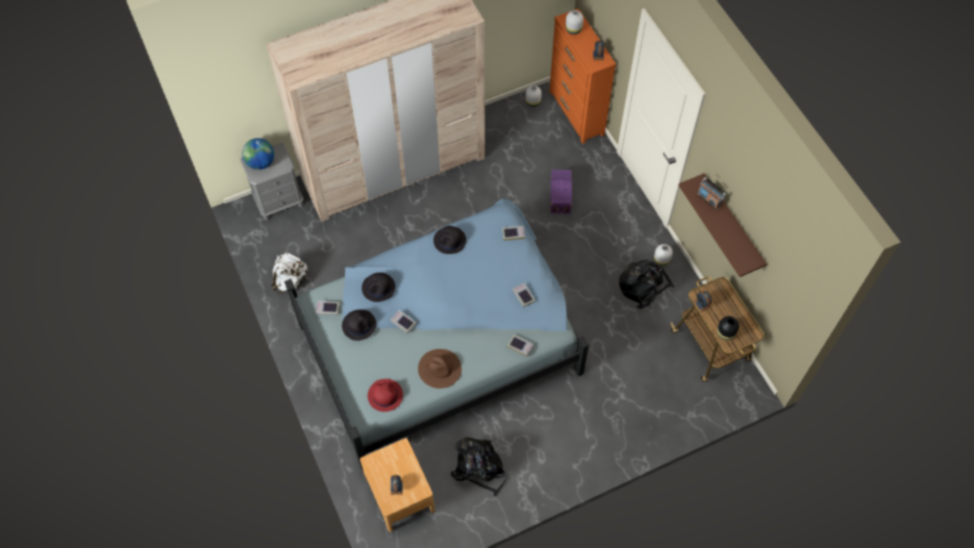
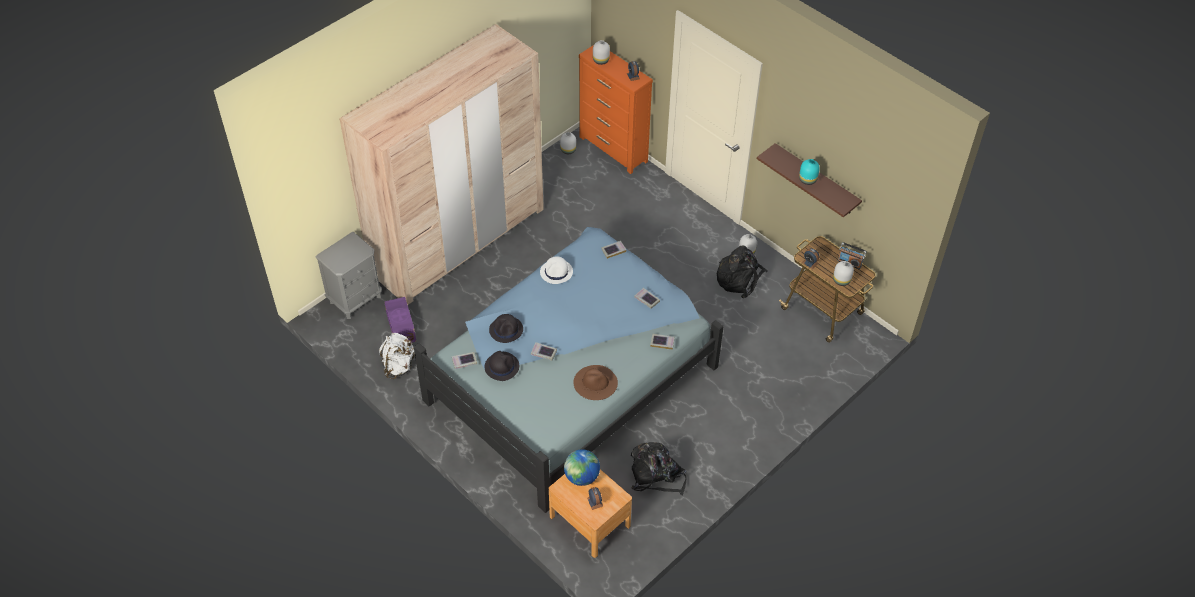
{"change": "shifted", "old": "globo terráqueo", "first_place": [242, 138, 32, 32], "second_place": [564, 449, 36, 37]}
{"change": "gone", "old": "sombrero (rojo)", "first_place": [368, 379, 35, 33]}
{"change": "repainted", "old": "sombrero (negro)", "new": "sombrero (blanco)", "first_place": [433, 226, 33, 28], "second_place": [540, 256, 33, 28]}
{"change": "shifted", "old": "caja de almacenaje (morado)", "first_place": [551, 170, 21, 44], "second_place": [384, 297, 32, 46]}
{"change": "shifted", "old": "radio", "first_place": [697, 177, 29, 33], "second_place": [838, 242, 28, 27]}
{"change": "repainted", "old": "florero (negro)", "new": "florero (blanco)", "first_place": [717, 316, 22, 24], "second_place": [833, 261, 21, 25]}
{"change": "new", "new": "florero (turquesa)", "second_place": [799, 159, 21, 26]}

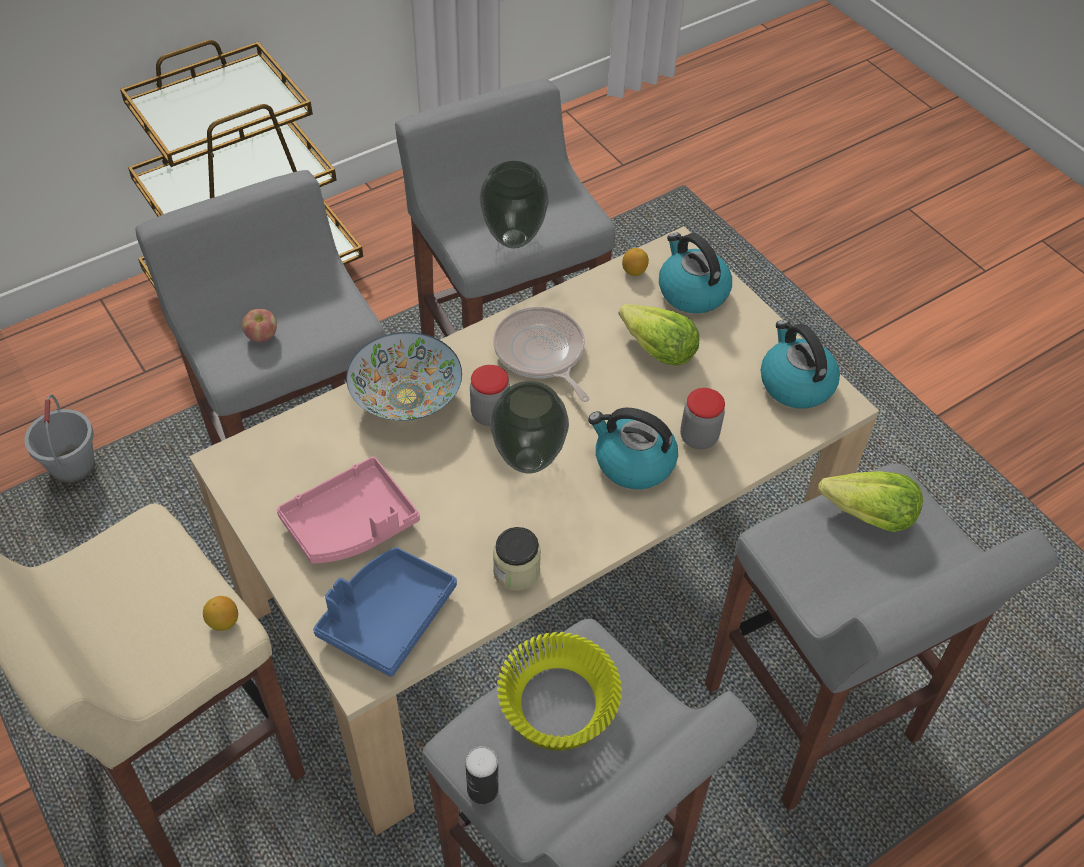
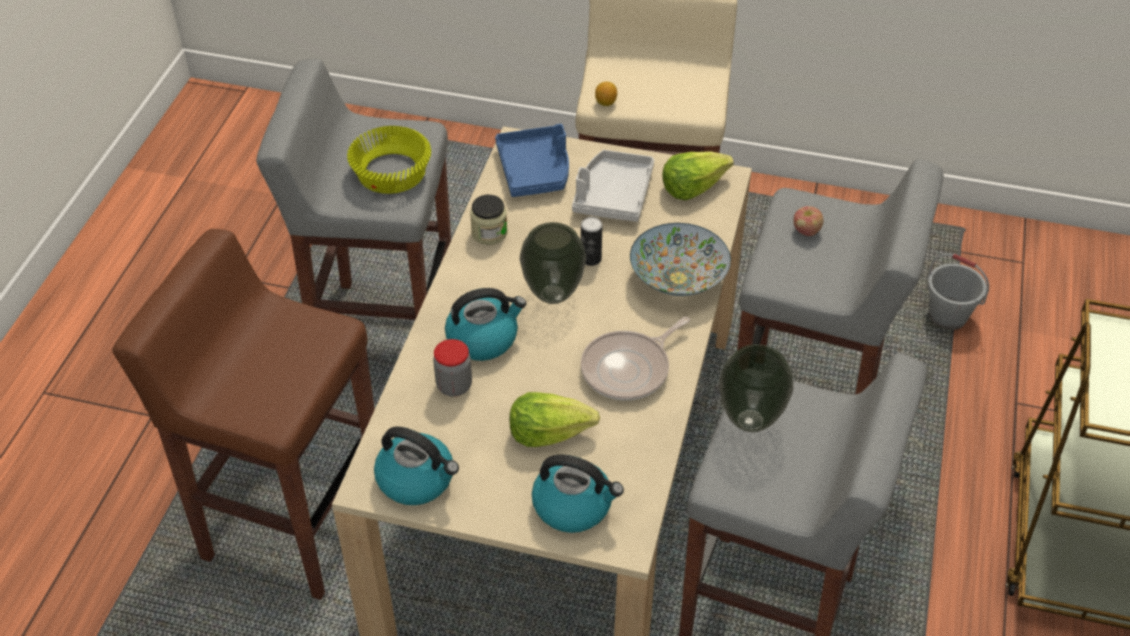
{"change": "repainted", "old": "bandeja (rosa)", "new": "bandeja (gris)", "first_place": [276, 456, 144, 108], "second_place": [572, 150, 82, 72]}
{"change": "shifted", "old": "lata", "first_place": [465, 746, 33, 58], "second_place": [581, 217, 21, 49]}
{"change": "gone", "old": "tarro", "first_place": [470, 365, 40, 61]}
{"change": "rotated", "old": "sartén", "first_place": [493, 307, 96, 95], "second_place": [581, 316, 109, 85], "degrees": 120}
{"change": "gone", "old": "limón", "first_place": [622, 248, 27, 28]}
{"change": "repainted", "old": "taburete (gris)", "new": "taburete (marrón)", "first_place": [705, 463, 353, 348], "second_place": [113, 229, 262, 371]}
{"change": "shifted", "old": "lechuga", "first_place": [819, 471, 104, 61], "second_place": [662, 151, 72, 49]}

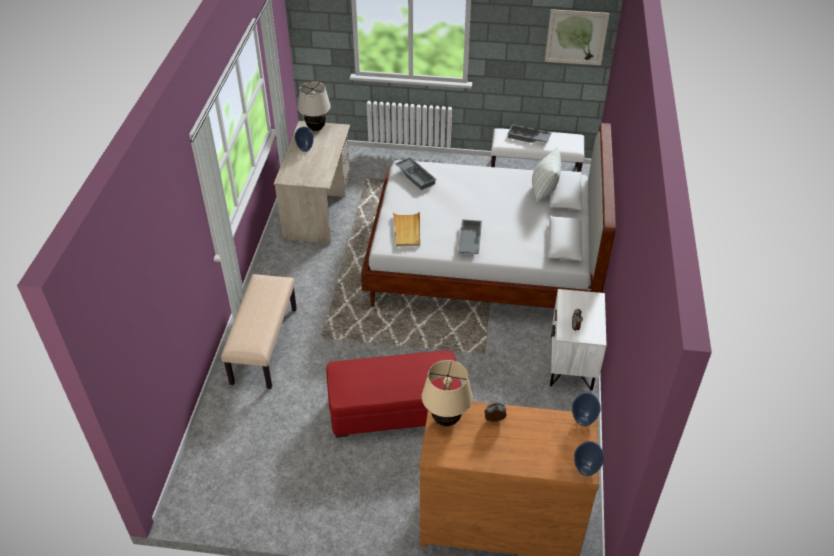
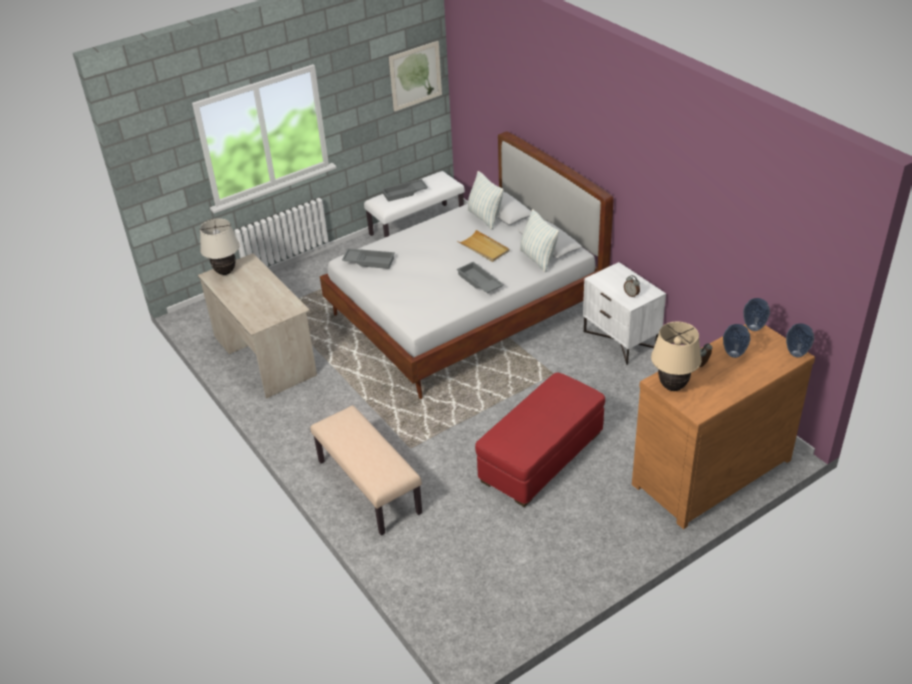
{"change": "shifted", "old": "florero", "first_place": [295, 127, 19, 25], "second_place": [723, 324, 27, 34]}
{"change": "shifted", "old": "bandeja (beis)", "first_place": [393, 211, 27, 36], "second_place": [457, 230, 53, 32]}
{"change": "new", "new": "cojín", "second_place": [519, 209, 40, 63]}

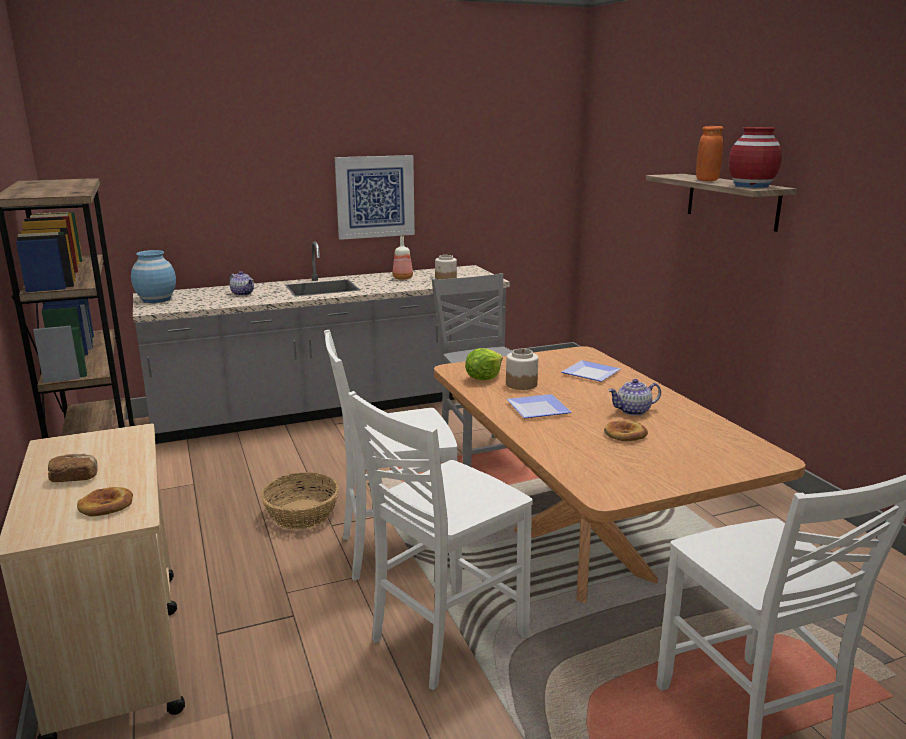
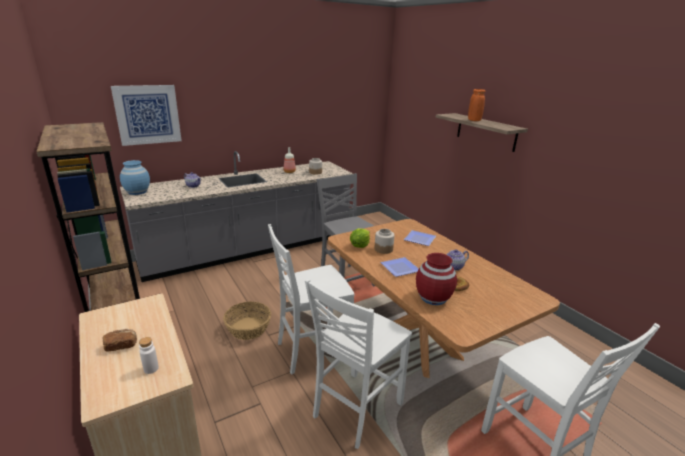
{"change": "swapped", "old": "pan", "new": "botella (blanco)", "first_place": [77, 487, 56, 30], "second_place": [139, 337, 20, 37]}
{"change": "shifted", "old": "cuadro", "first_place": [335, 155, 80, 85], "second_place": [111, 85, 71, 61]}
{"change": "shifted", "old": "florero (rojo)", "first_place": [729, 127, 53, 61], "second_place": [416, 253, 41, 52]}

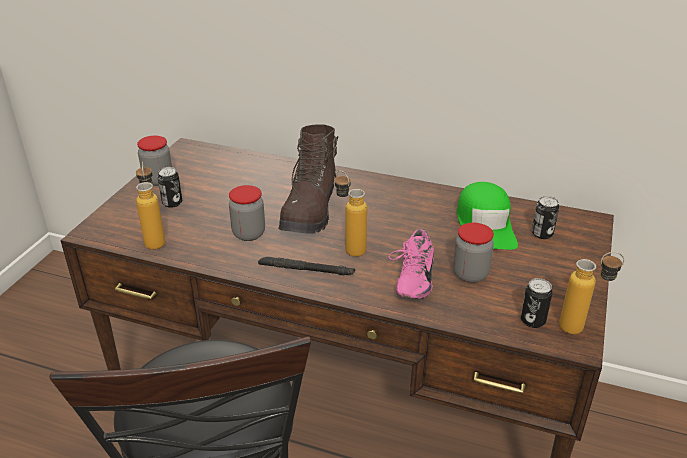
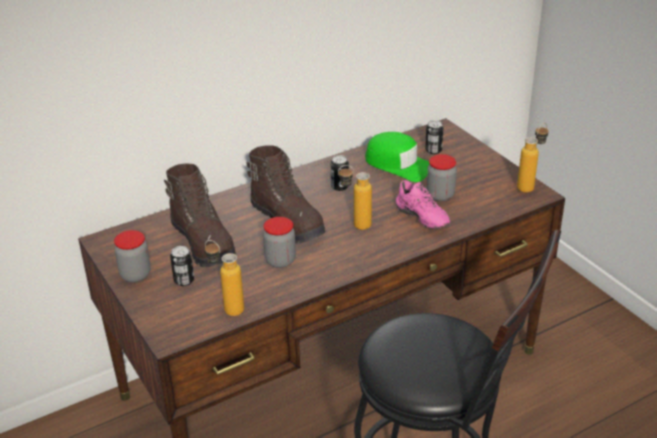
{"change": "gone", "old": "linterna (negro)", "first_place": [258, 257, 97, 18]}
{"change": "shifted", "old": "lata", "first_place": [521, 278, 32, 50], "second_place": [331, 155, 18, 36]}
{"change": "new", "new": "bota (marrón)", "second_place": [164, 163, 72, 104]}

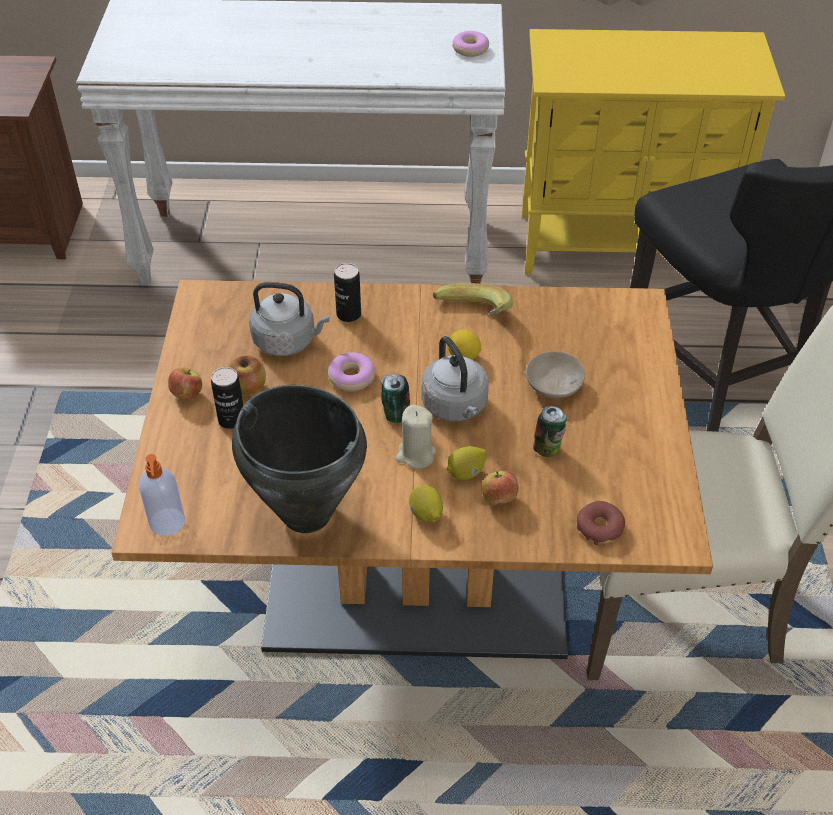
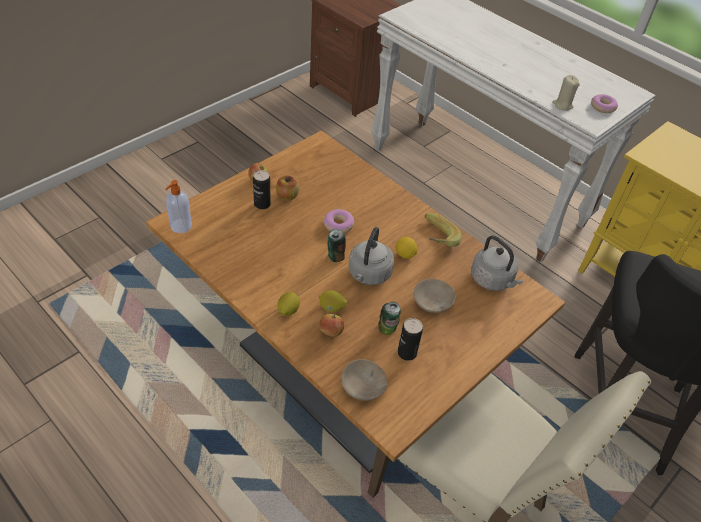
{"change": "gone", "old": "olla (negro)", "first_place": [232, 385, 135, 148]}
{"change": "shifted", "old": "hervidor (gris)", "first_place": [249, 282, 80, 74], "second_place": [471, 235, 52, 56]}
{"change": "shifted", "old": "lata", "first_place": [334, 263, 27, 59], "second_place": [398, 318, 25, 43]}
{"change": "shifted", "old": "vela (beis)", "first_place": [396, 405, 40, 64], "second_place": [552, 75, 28, 36]}
{"change": "swapped", "old": "rosquilla", "new": "cuenco (beis)", "first_place": [577, 501, 48, 44], "second_place": [341, 359, 47, 42]}

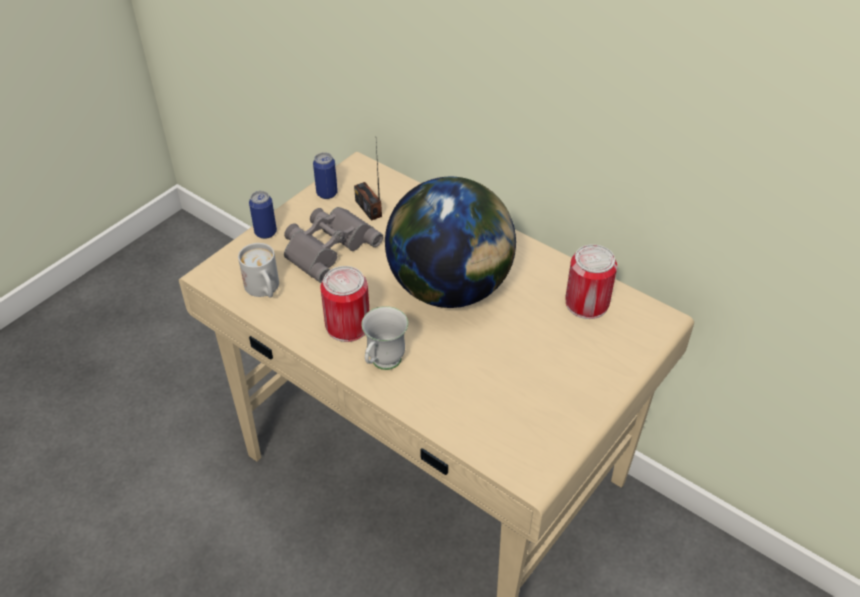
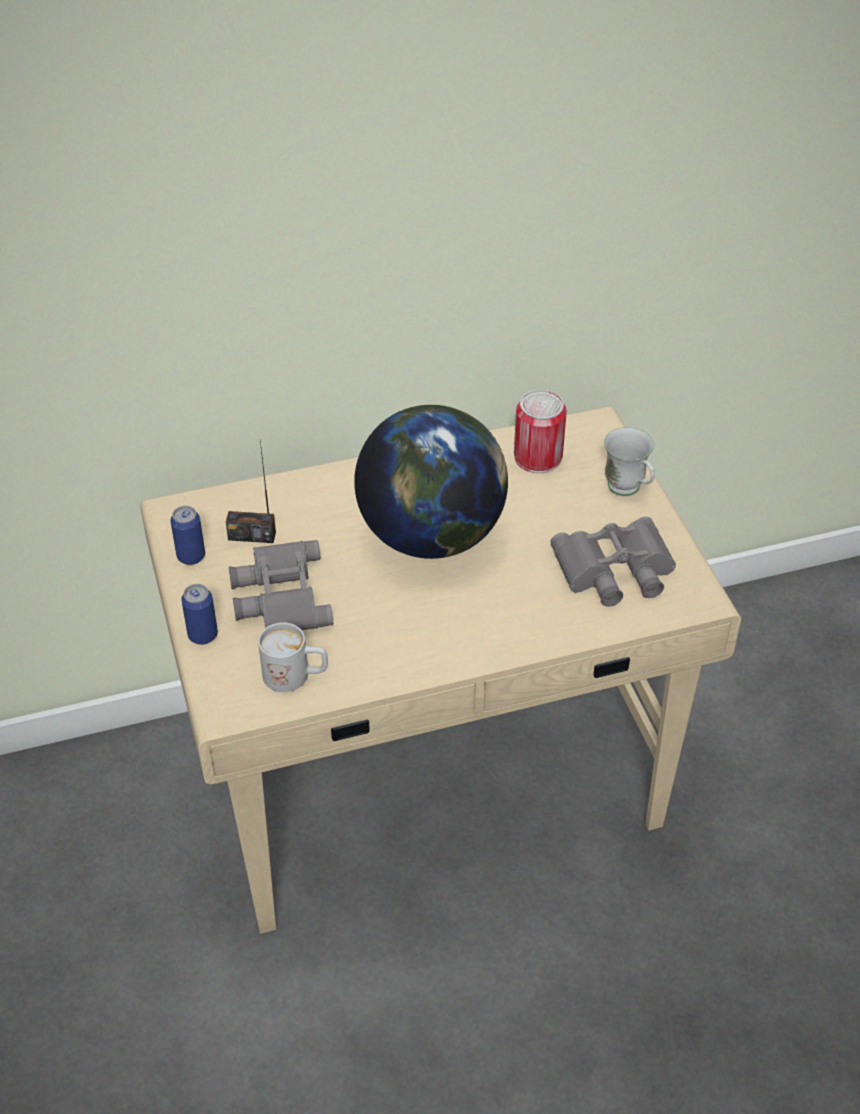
{"change": "gone", "old": "lata", "first_place": [320, 266, 50, 76]}
{"change": "shifted", "old": "taza grande (blanco)", "first_place": [361, 306, 47, 64], "second_place": [604, 427, 51, 69]}
{"change": "new", "new": "prismáticos (gris)", "second_place": [550, 517, 126, 89]}

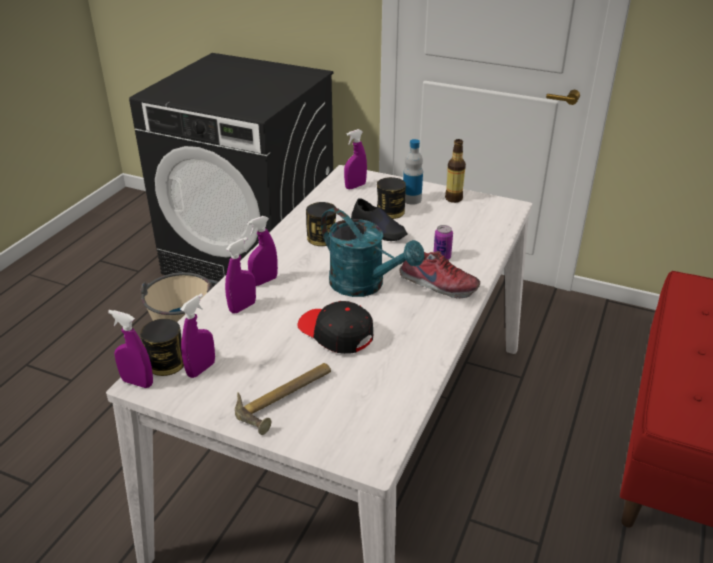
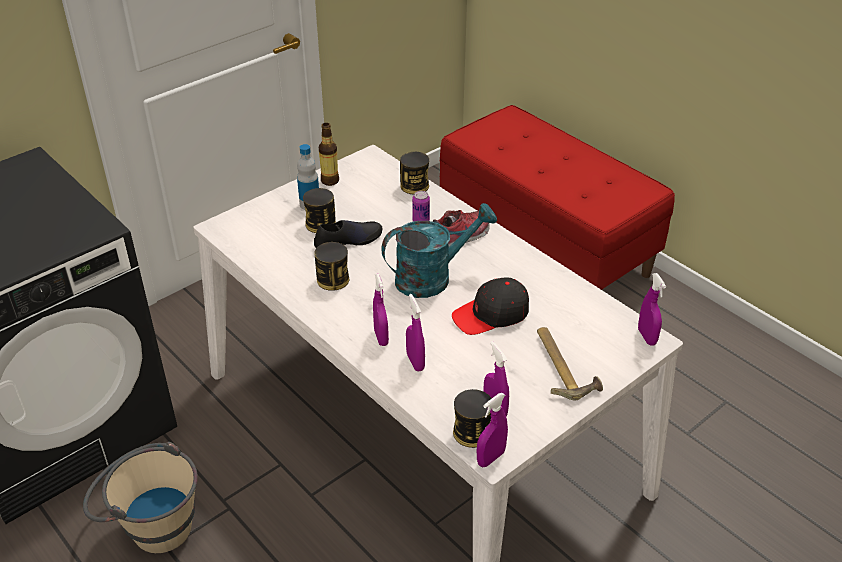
{"change": "shifted", "old": "pulverizador (morado)", "first_place": [344, 129, 23, 60], "second_place": [638, 273, 28, 73]}
{"change": "new", "new": "lata", "second_place": [400, 152, 29, 43]}

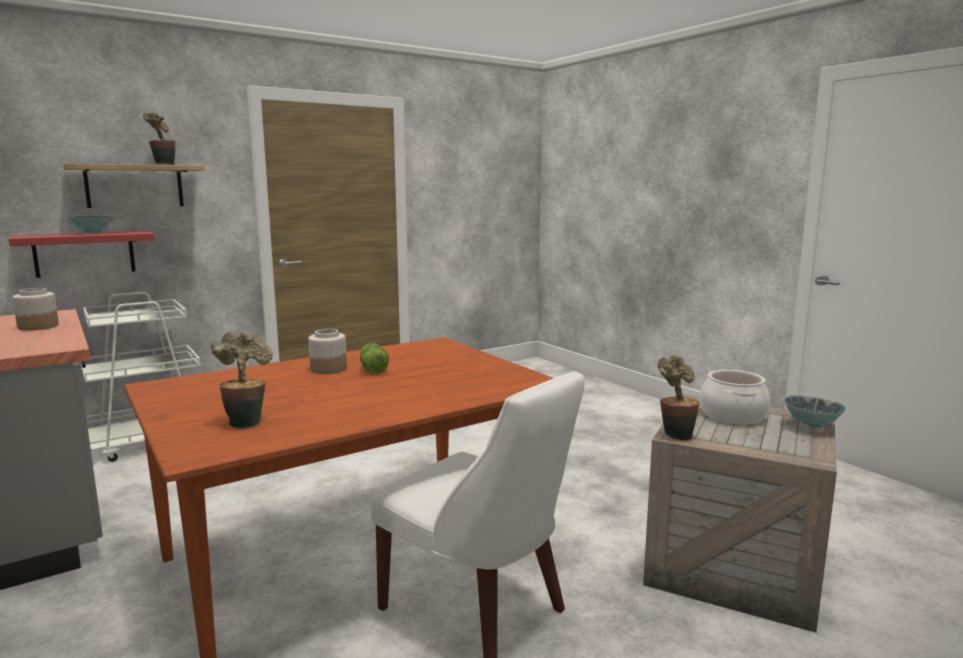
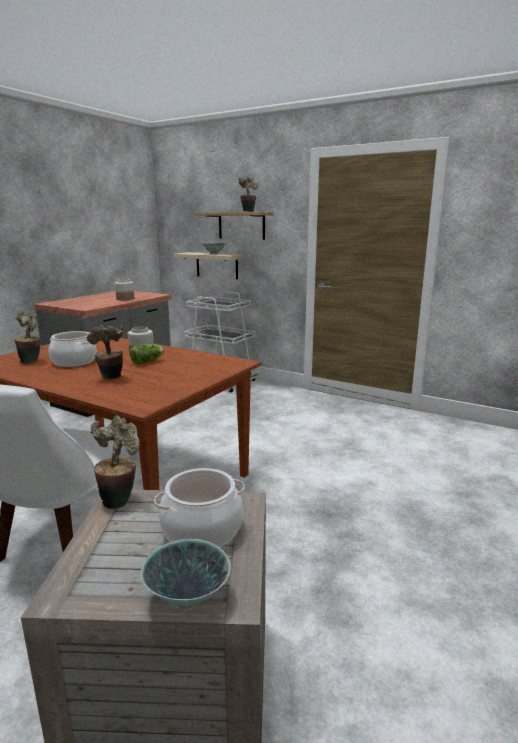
{"change": "repainted", "old": "estante (rojo)", "new": "estante (beis)", "first_place": [9, 231, 145, 47], "second_place": [174, 252, 72, 27]}
{"change": "new", "new": "olla", "second_place": [48, 331, 49, 36]}
{"change": "new", "new": "planta en maceta", "second_place": [87, 325, 36, 54]}

